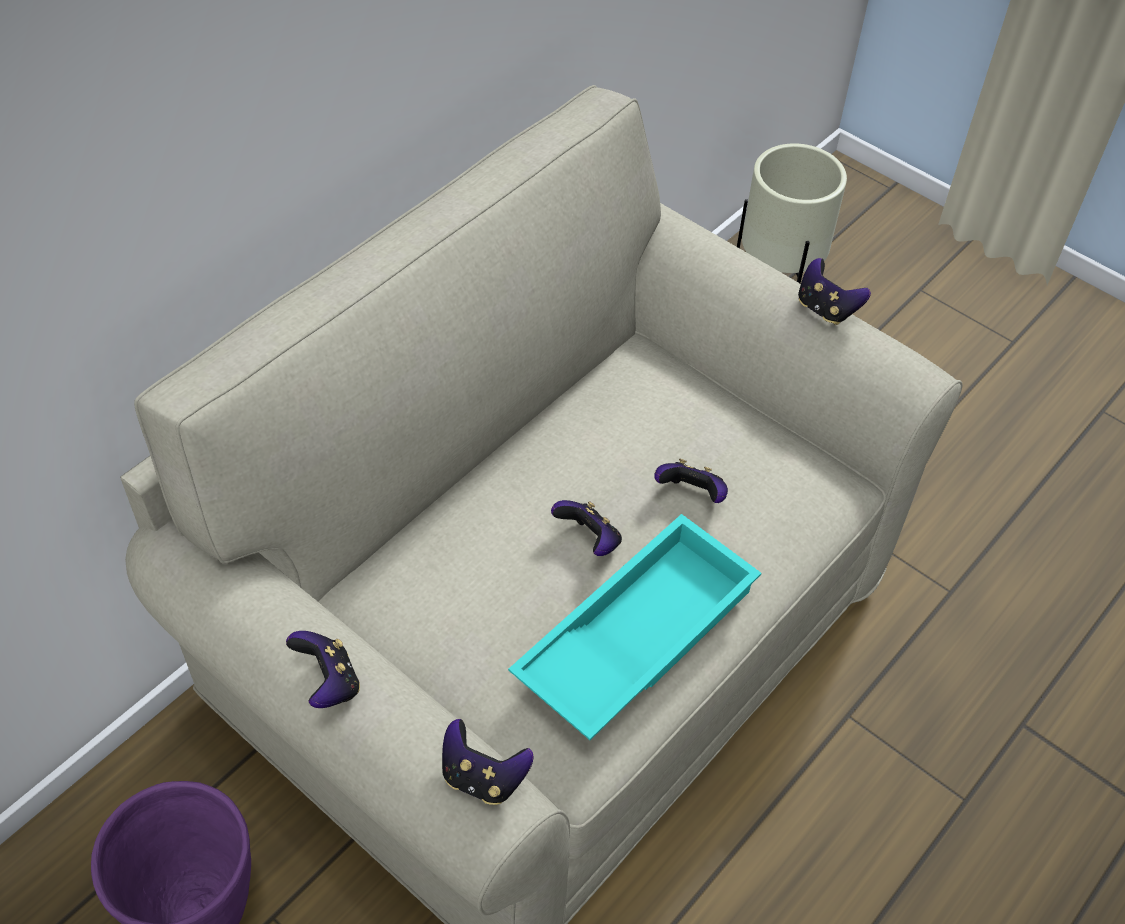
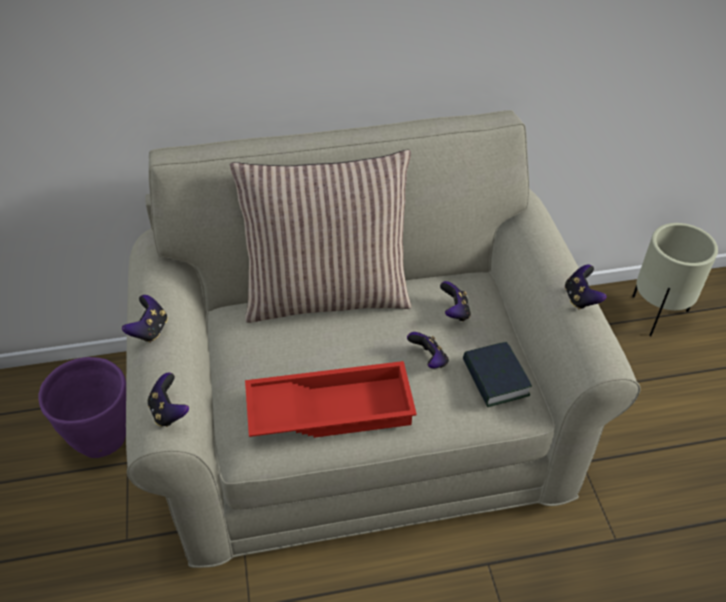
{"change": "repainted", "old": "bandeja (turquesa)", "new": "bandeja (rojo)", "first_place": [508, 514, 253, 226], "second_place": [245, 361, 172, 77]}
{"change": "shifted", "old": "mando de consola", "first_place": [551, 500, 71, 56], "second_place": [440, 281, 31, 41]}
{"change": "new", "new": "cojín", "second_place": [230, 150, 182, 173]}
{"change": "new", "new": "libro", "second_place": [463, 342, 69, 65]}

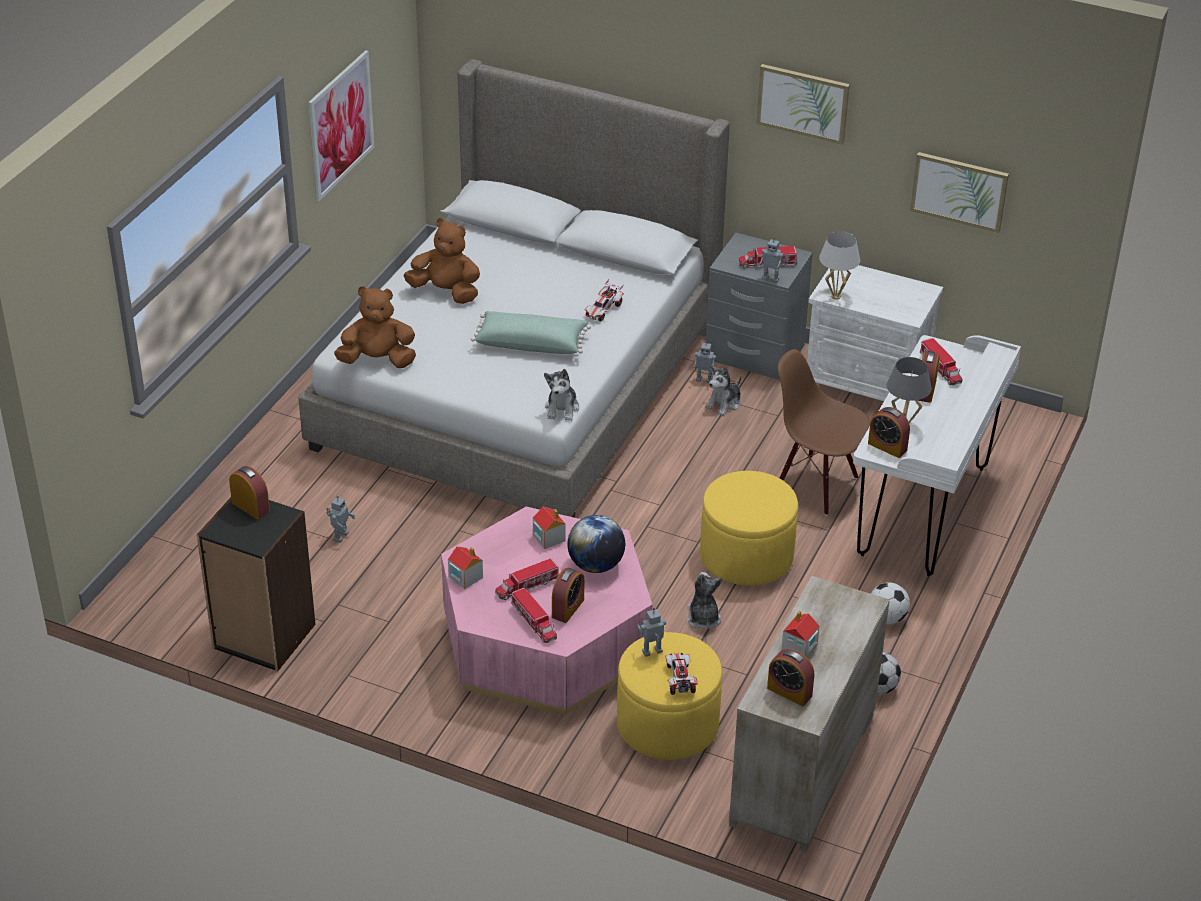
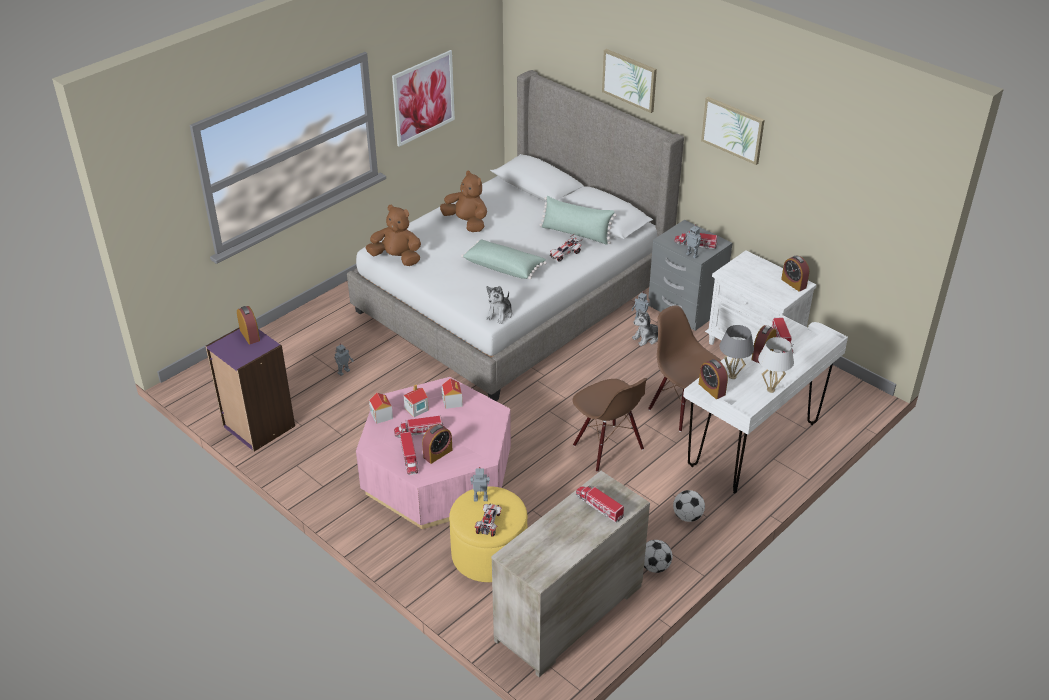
{"change": "repainted", "old": "estantería (negro)", "new": "estantería (morado)", "first_place": [197, 497, 119, 174], "second_place": [205, 328, 90, 124]}
{"change": "gone", "old": "globo terráqueo", "first_place": [567, 515, 58, 58]}
{"change": "gone", "old": "peluche", "first_place": [686, 572, 36, 57]}
{"change": "swapped", "old": "puf (amarillo)", "new": "silla (marrón)", "first_place": [700, 471, 98, 115], "second_place": [572, 378, 75, 94]}
{"change": "shifted", "old": "despertador", "first_place": [767, 649, 47, 57], "second_place": [781, 255, 28, 36]}
{"change": "shifted", "old": "casita", "first_place": [781, 611, 39, 46], "second_place": [403, 385, 26, 32]}
{"change": "shifted", "old": "lámpara de mesa (blanco)", "first_place": [819, 231, 41, 68], "second_place": [758, 337, 36, 56]}
{"change": "shifted", "old": "cuadro", "first_place": [910, 152, 99, 81], "second_place": [602, 49, 55, 64]}
{"change": "new", "new": "cojín (verde)", "second_place": [540, 196, 76, 49]}
{"change": "new", "new": "camión de juguete", "second_place": [576, 486, 48, 37]}

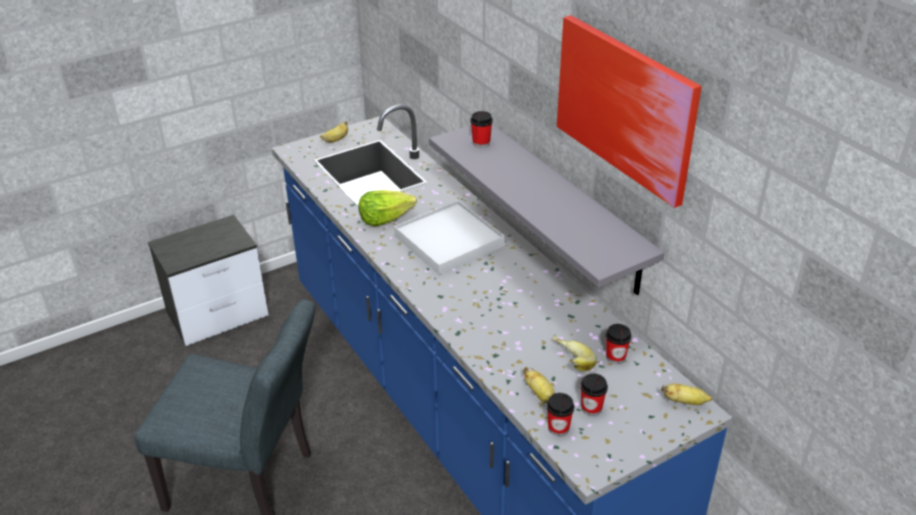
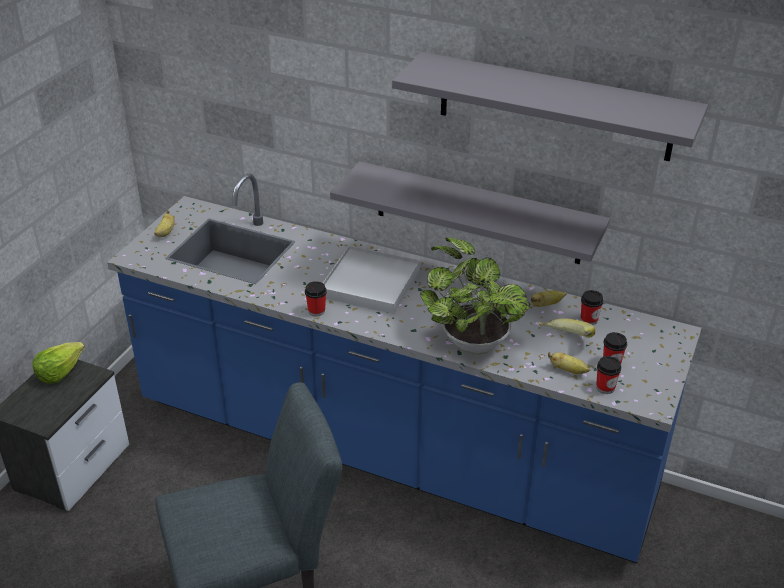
{"change": "shifted", "old": "lechuga", "first_place": [359, 190, 58, 36], "second_place": [33, 342, 52, 42]}
{"change": "shifted", "old": "taza", "first_place": [470, 111, 23, 37], "second_place": [305, 281, 22, 36]}
{"change": "swapped", "old": "cuadro", "new": "estante (gris)", "first_place": [557, 15, 145, 193], "second_place": [392, 52, 316, 109]}
{"change": "shifted", "old": "plátano", "first_place": [661, 384, 51, 21], "second_place": [531, 290, 36, 17]}
{"change": "new", "new": "planta en maceta", "second_place": [420, 238, 110, 117]}

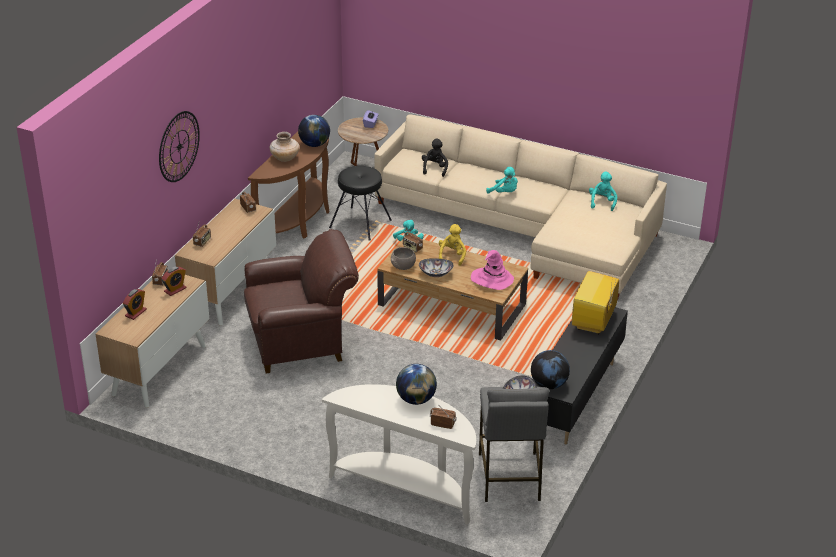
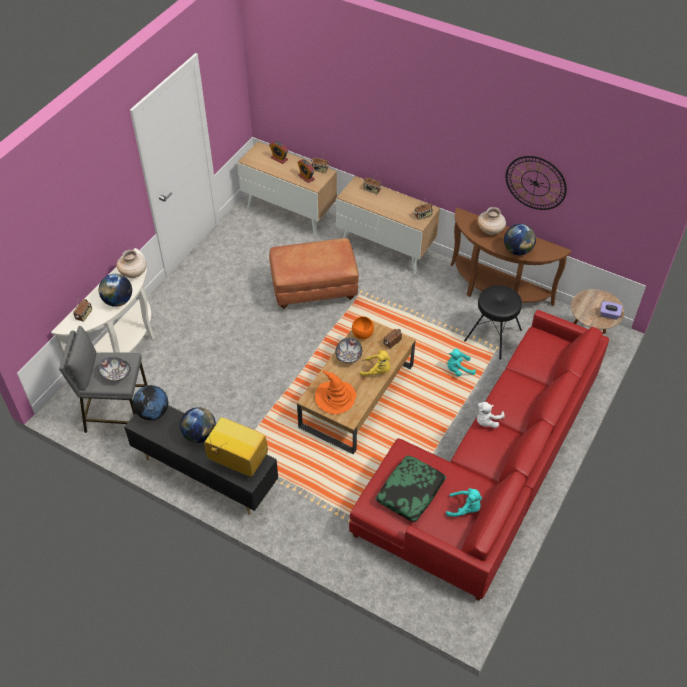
{"change": "shifted", "old": "reloj de pared", "first_place": [159, 111, 41, 71], "second_place": [506, 156, 61, 54]}
{"change": "swapped", "old": "sillón (marrón)", "new": "puf (marrón)", "first_place": [244, 229, 115, 144], "second_place": [269, 238, 90, 71]}
{"change": "repainted", "old": "sofá (beis)", "new": "sofá (rojo)", "first_place": [374, 114, 293, 186], "second_place": [349, 310, 260, 291]}
{"change": "repainted", "old": "cuenco (gris)", "new": "cuenco (naranja)", "first_place": [391, 247, 25, 23], "second_place": [352, 316, 22, 23]}
{"change": "gone", "old": "peluche (negro)", "first_place": [422, 139, 26, 38]}
{"change": "repainted", "old": "sombrero (rosa)", "new": "sombrero (naranja)", "first_place": [471, 250, 43, 40], "second_place": [315, 370, 41, 45]}
{"change": "repainted", "old": "peluche (turquesa)", "new": "peluche (blanco)", "first_place": [486, 167, 32, 26], "second_place": [477, 402, 28, 26]}
{"change": "new", "new": "florero (beis)", "second_place": [117, 250, 30, 28]}
{"change": "new", "new": "globo terráqueo", "second_place": [180, 407, 36, 36]}
{"change": "new", "new": "cojín", "second_place": [375, 456, 71, 66]}

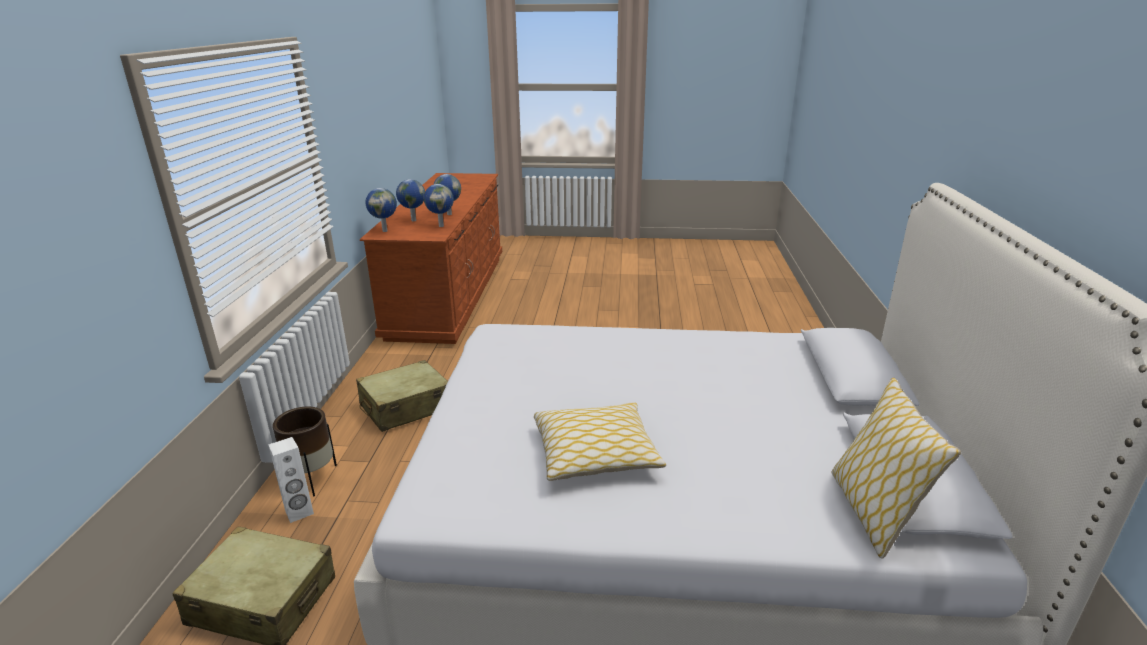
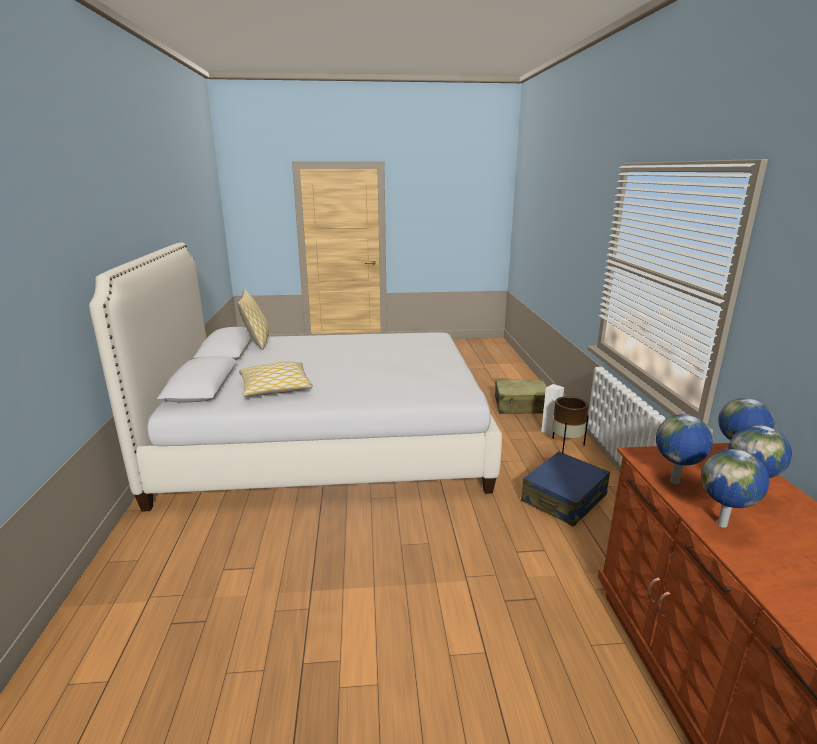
{"change": "repainted", "old": "maleta (beis)", "new": "maleta (azul)", "first_place": [356, 360, 92, 72], "second_place": [521, 451, 89, 76]}
{"change": "shifted", "old": "cojín", "first_place": [534, 402, 132, 79], "second_place": [239, 361, 73, 35]}

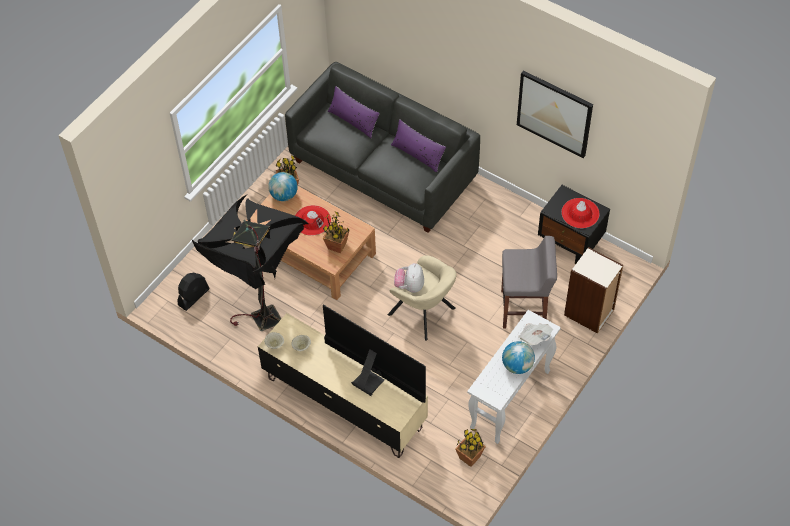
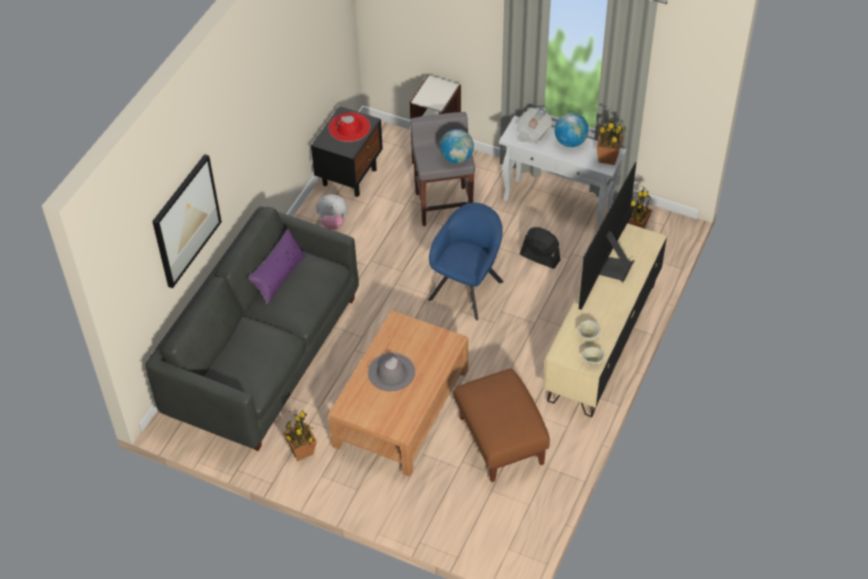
{"change": "shifted", "old": "ventilador (negro)", "first_place": [178, 273, 32, 38], "second_place": [520, 227, 40, 42]}
{"change": "swapped", "old": "lámpara de pie (negro)", "new": "puf (marrón)", "first_place": [192, 194, 117, 137], "second_place": [454, 368, 96, 114]}
{"change": "shifted", "old": "globo terráqueo", "first_place": [268, 172, 30, 29], "second_place": [440, 129, 34, 35]}
{"change": "repainted", "old": "sombrero (rojo)", "new": "sombrero (gris)", "first_place": [295, 205, 36, 31], "second_place": [368, 353, 47, 38]}
{"change": "shifted", "old": "planta en maceta", "first_place": [323, 212, 27, 41], "second_place": [596, 115, 30, 50]}
{"change": "gone", "old": "cojín (morado)", "first_place": [328, 86, 52, 52]}
{"change": "repainted", "old": "sillón (beis)", "new": "sillón (azul)", "first_place": [388, 255, 69, 86], "second_place": [428, 203, 75, 117]}
{"change": "shifted", "old": "peluche", "first_place": [394, 263, 30, 30], "second_place": [316, 194, 31, 36]}
{"change": "shifted", "old": "cuadro", "first_place": [517, 71, 76, 87], "second_place": [152, 154, 70, 134]}

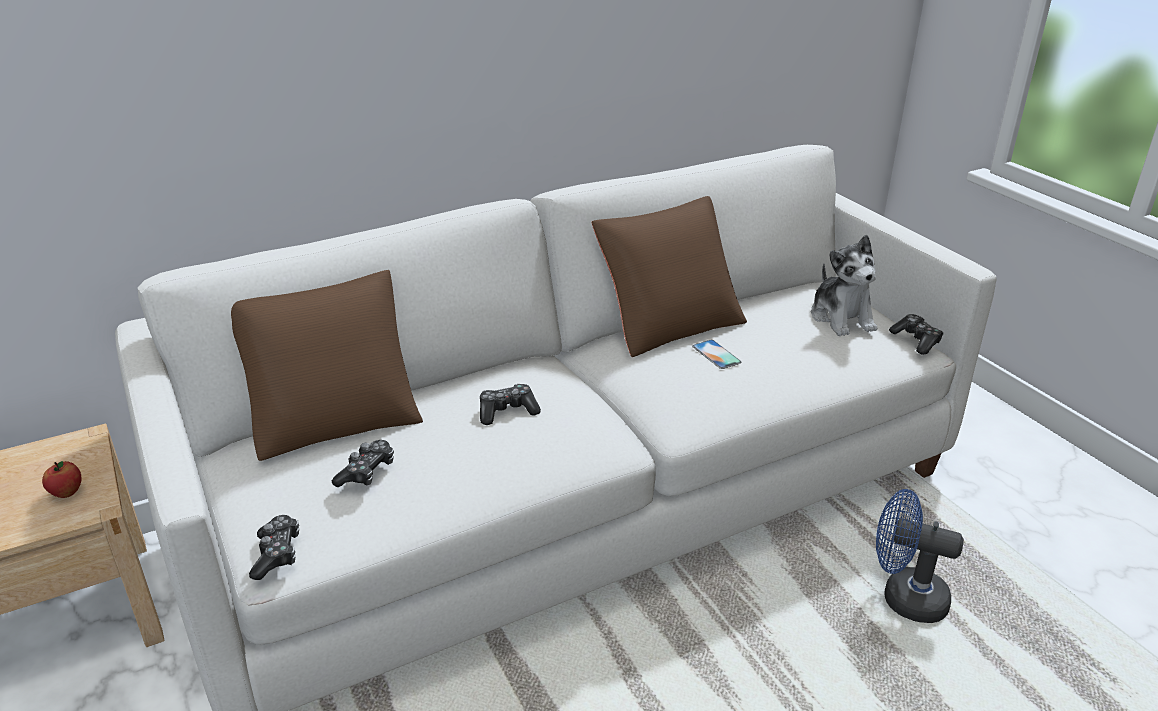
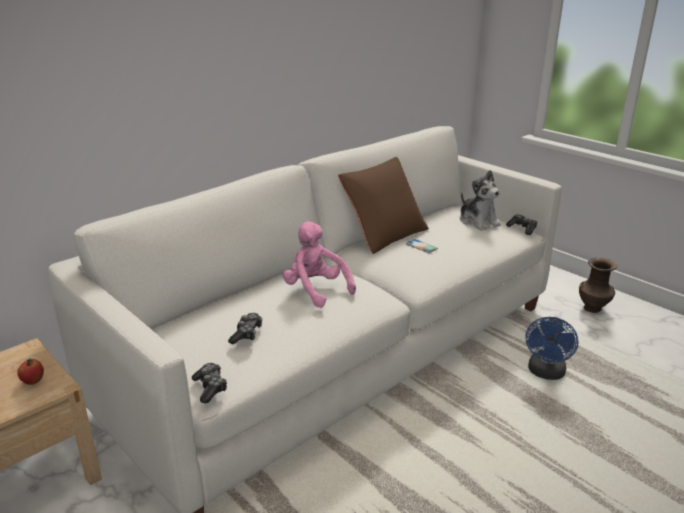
{"change": "gone", "old": "cojín (marrón)", "first_place": [231, 270, 192, 191]}
{"change": "swapped", "old": "mando de consola", "new": "peluche (rosa)", "first_place": [480, 384, 61, 41], "second_place": [283, 221, 73, 87]}
{"change": "rotated", "old": "ventilador (azul)", "first_place": [876, 489, 88, 134], "second_place": [525, 317, 54, 63], "degrees": -75}
{"change": "new", "new": "florero (marrón)", "second_place": [579, 257, 38, 56]}

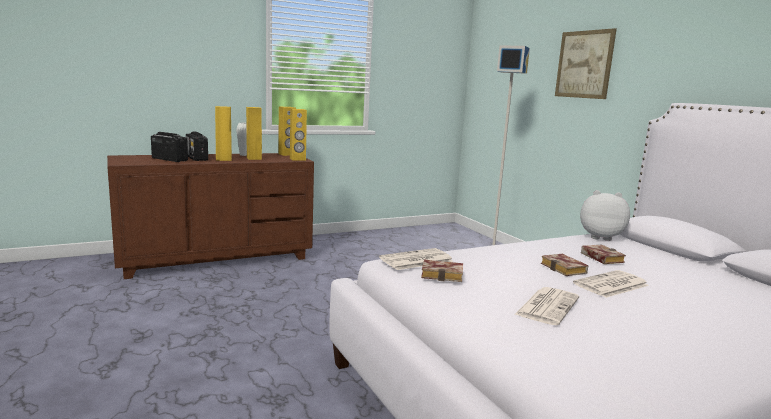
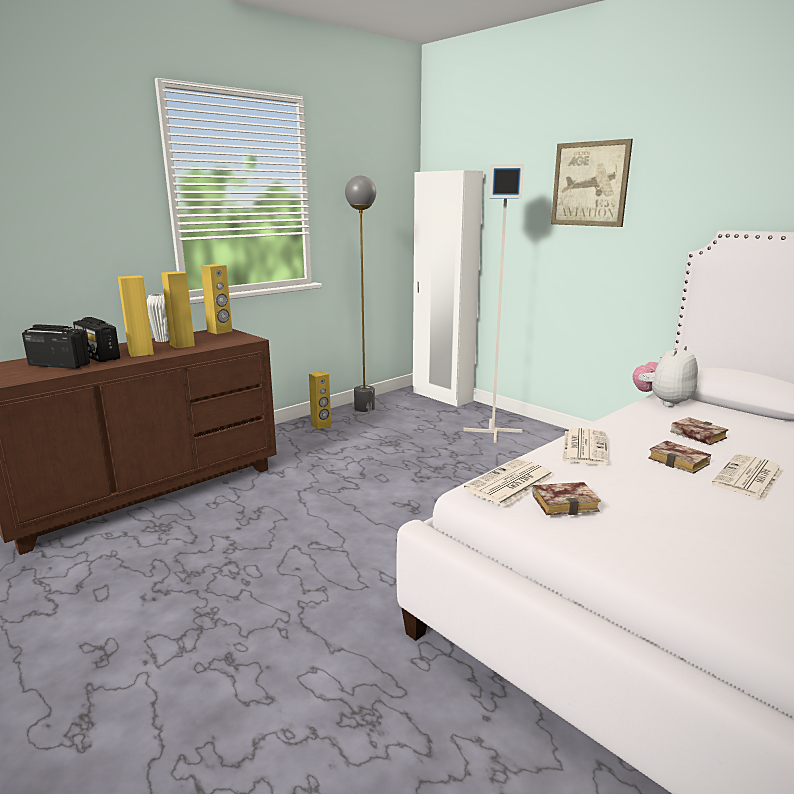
{"change": "shifted", "old": "altavoz (amarillo)", "first_place": [290, 109, 17, 51], "second_place": [309, 371, 22, 58]}
{"change": "shifted", "old": "periódico", "first_place": [514, 287, 65, 38], "second_place": [562, 428, 46, 37]}
{"change": "rotated", "old": "peluche", "first_place": [580, 190, 50, 51], "second_place": [633, 345, 65, 62], "degrees": -45}
{"change": "new", "new": "lámpara de pie (gris)", "second_place": [345, 176, 31, 236]}
{"change": "new", "new": "armario ropero (blanco)", "second_place": [413, 170, 70, 237]}

